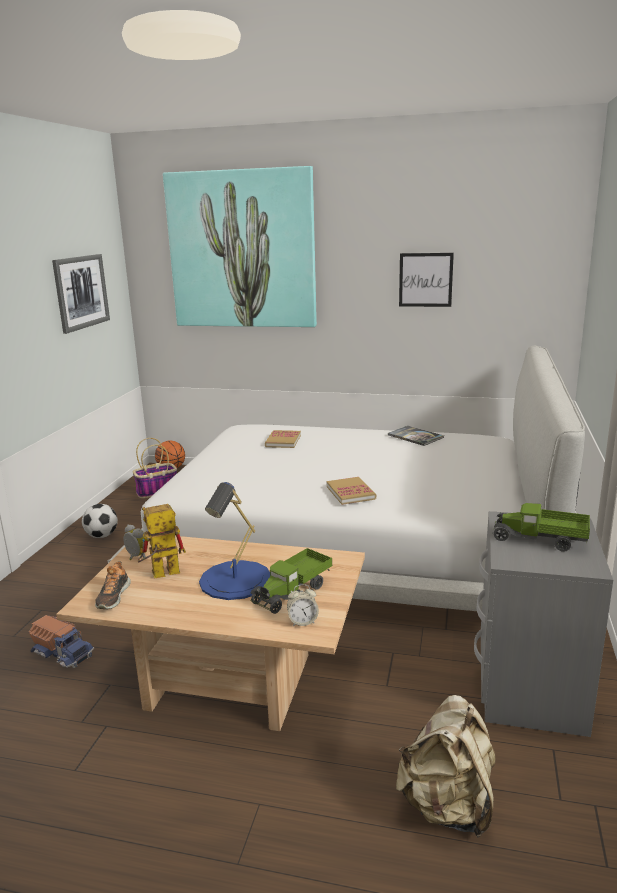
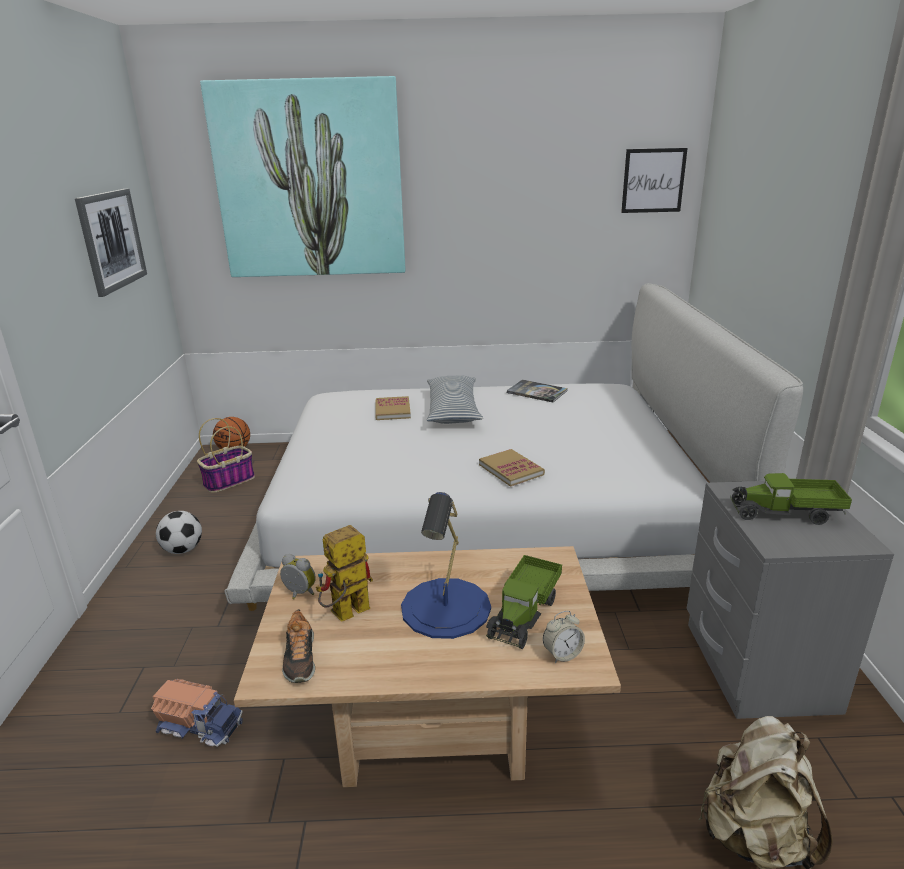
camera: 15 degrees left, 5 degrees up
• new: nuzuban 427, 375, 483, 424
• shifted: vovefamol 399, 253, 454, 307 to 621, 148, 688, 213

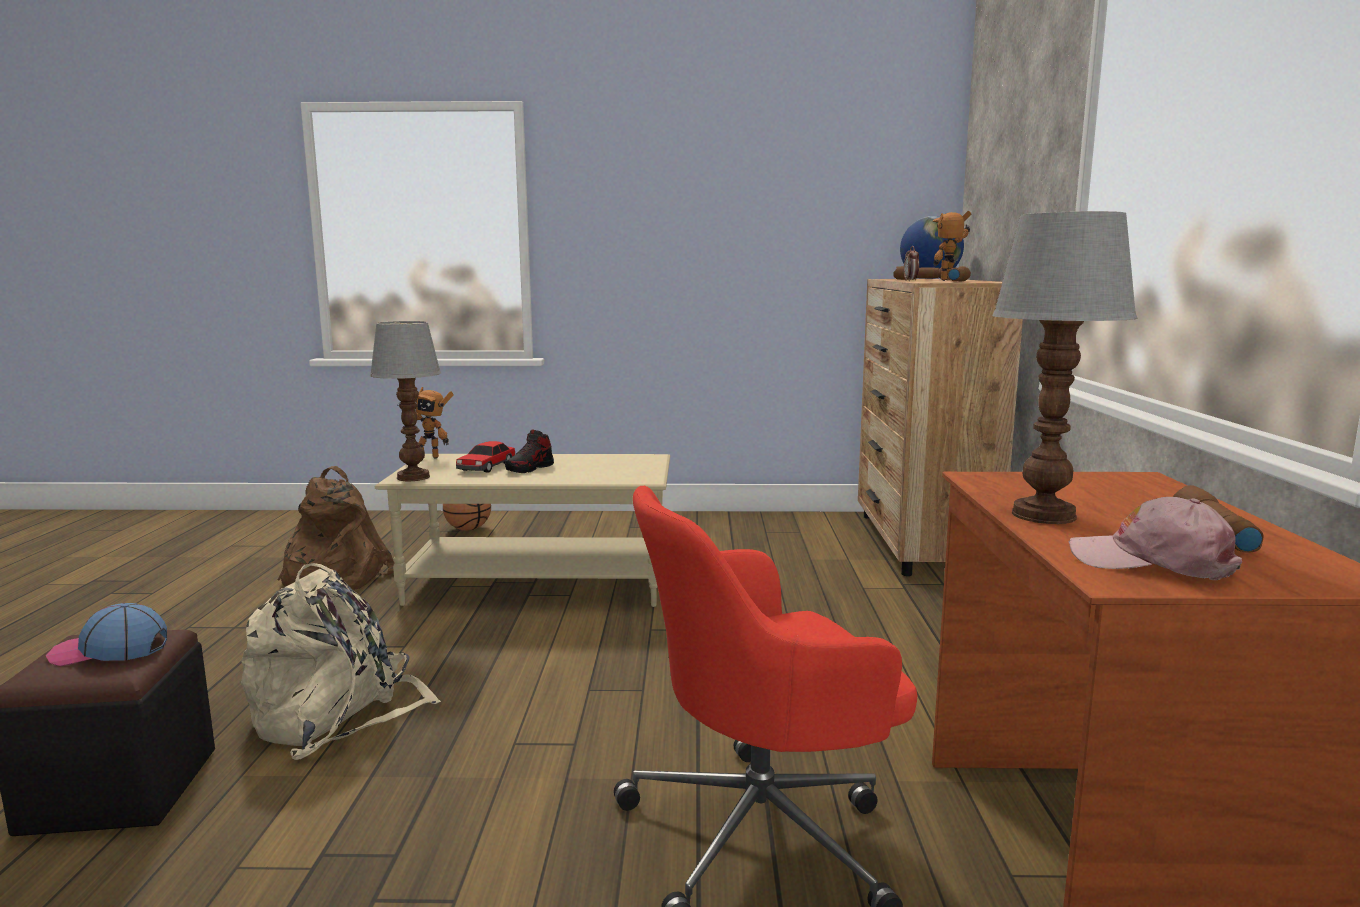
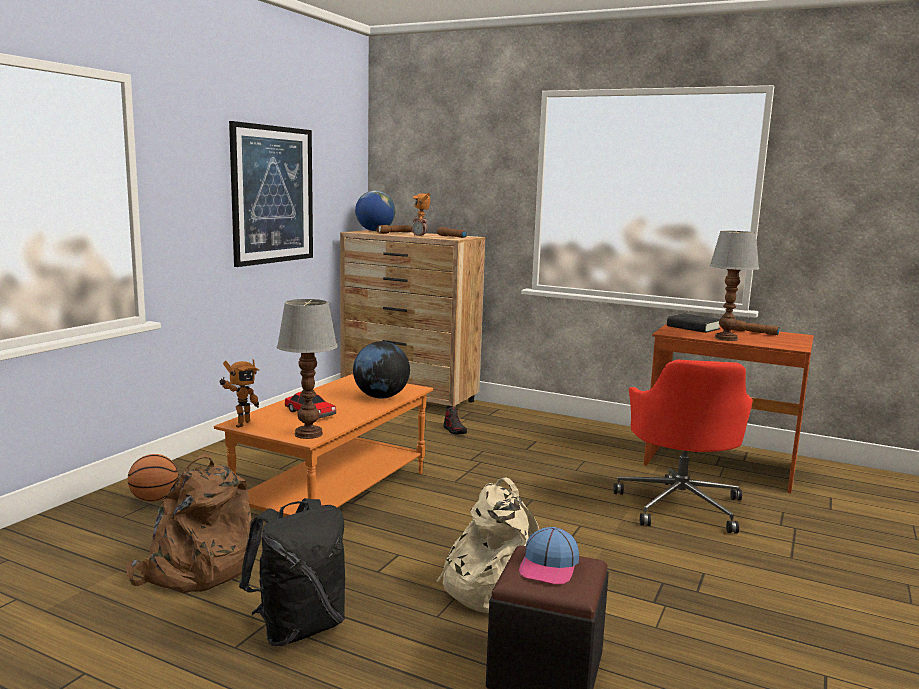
camera: 65 degrees left, 0 degrees up
• repainted: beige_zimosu 375, 454, 670, 607 to orange_zimosu 214, 374, 433, 517
• new: vovefamol 229, 121, 313, 267
• new: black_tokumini 239, 498, 345, 646
• new: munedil 353, 341, 410, 399
• shifted: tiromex 505, 429, 554, 473 to 443, 407, 467, 435
• new: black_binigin 667, 313, 720, 333
• gone: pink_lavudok 1069, 497, 1242, 580

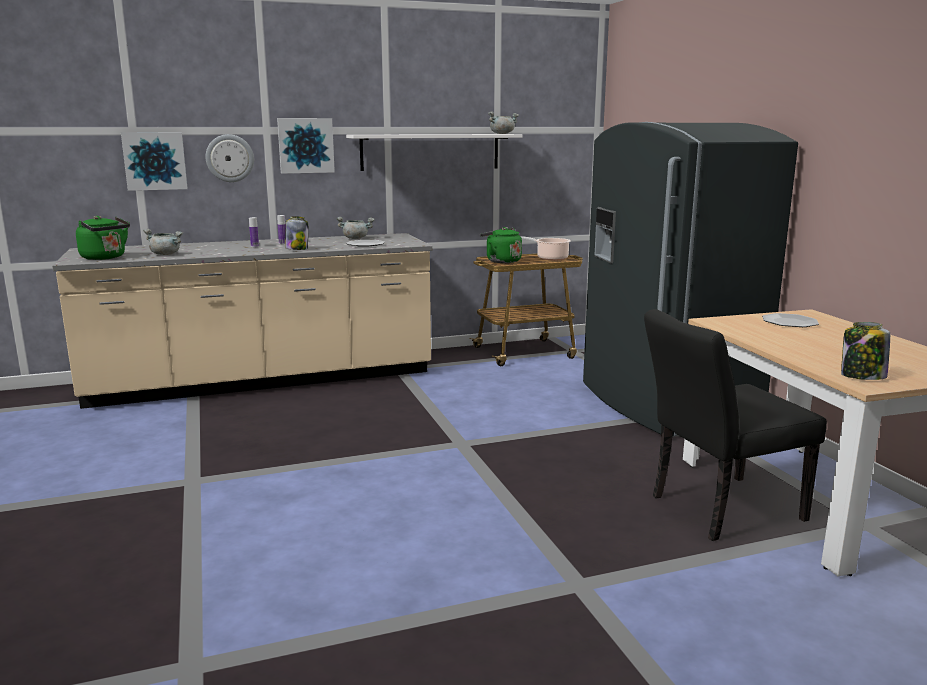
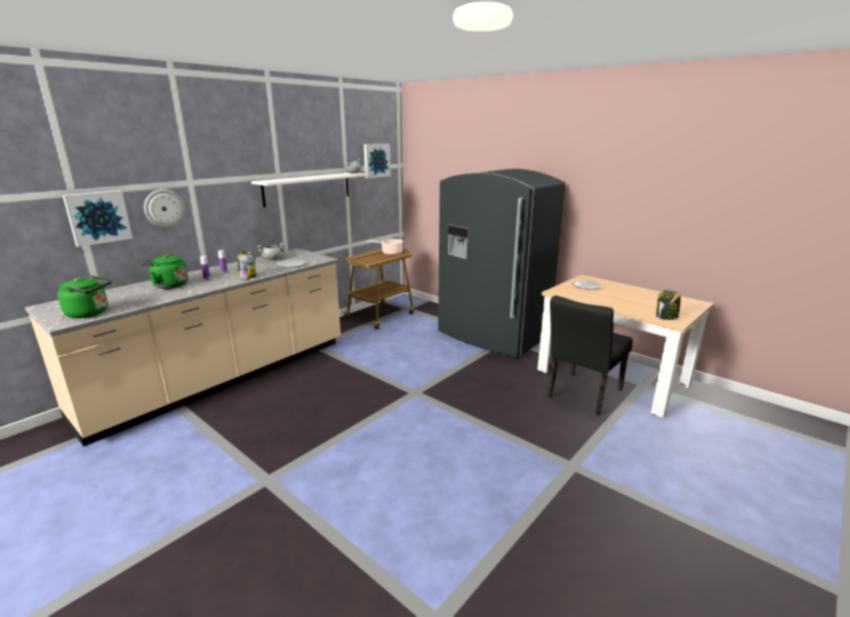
camera: 30 degrees left, 5 degrees up
• shifted: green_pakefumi 480, 227, 522, 263 to 140, 253, 188, 289
• shifted: vovefamol 277, 118, 335, 174 to 364, 143, 391, 179
• gone: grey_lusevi 143, 229, 183, 255

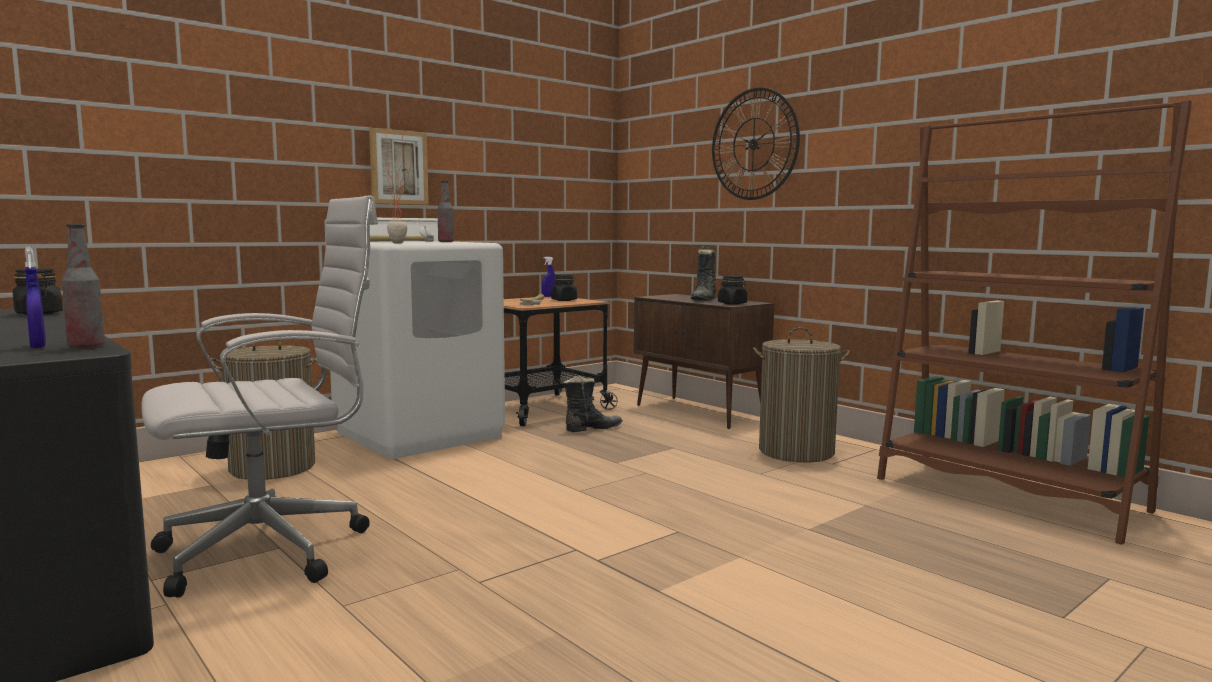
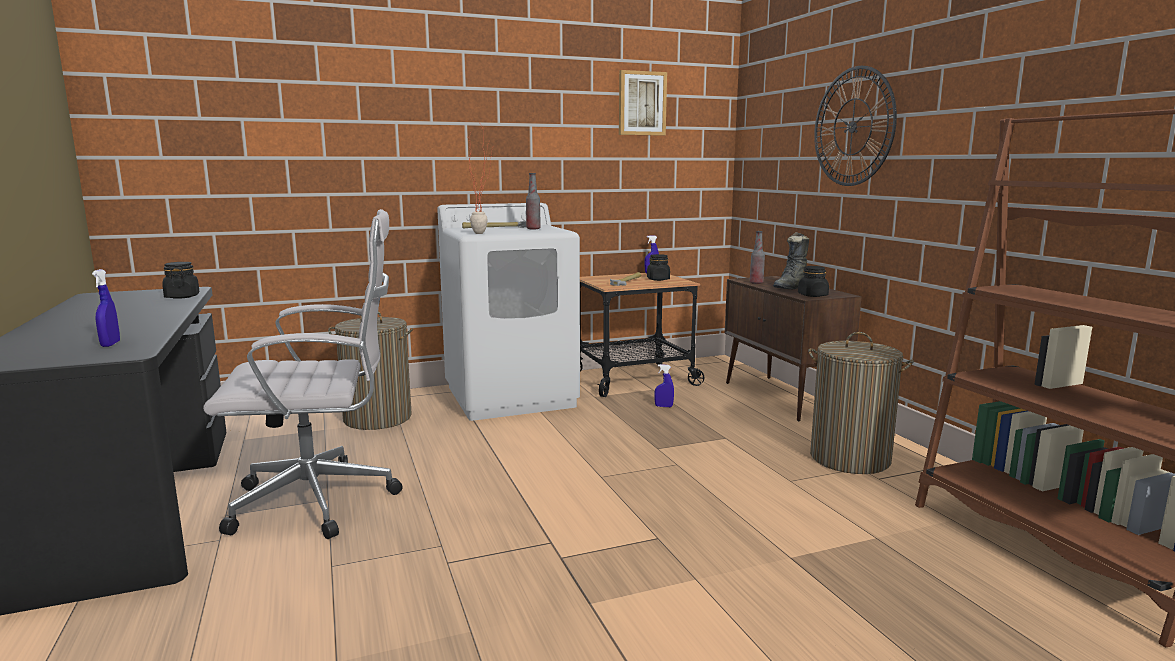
camera: 20 degrees right, 5 degrees up
• shifted: vovefamol 369, 128, 429, 205 to 619, 70, 667, 136
• swapped: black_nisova 564, 376, 623, 432 to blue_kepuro 654, 364, 674, 407
• shifted: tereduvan 62, 224, 105, 349 to 750, 231, 765, 284

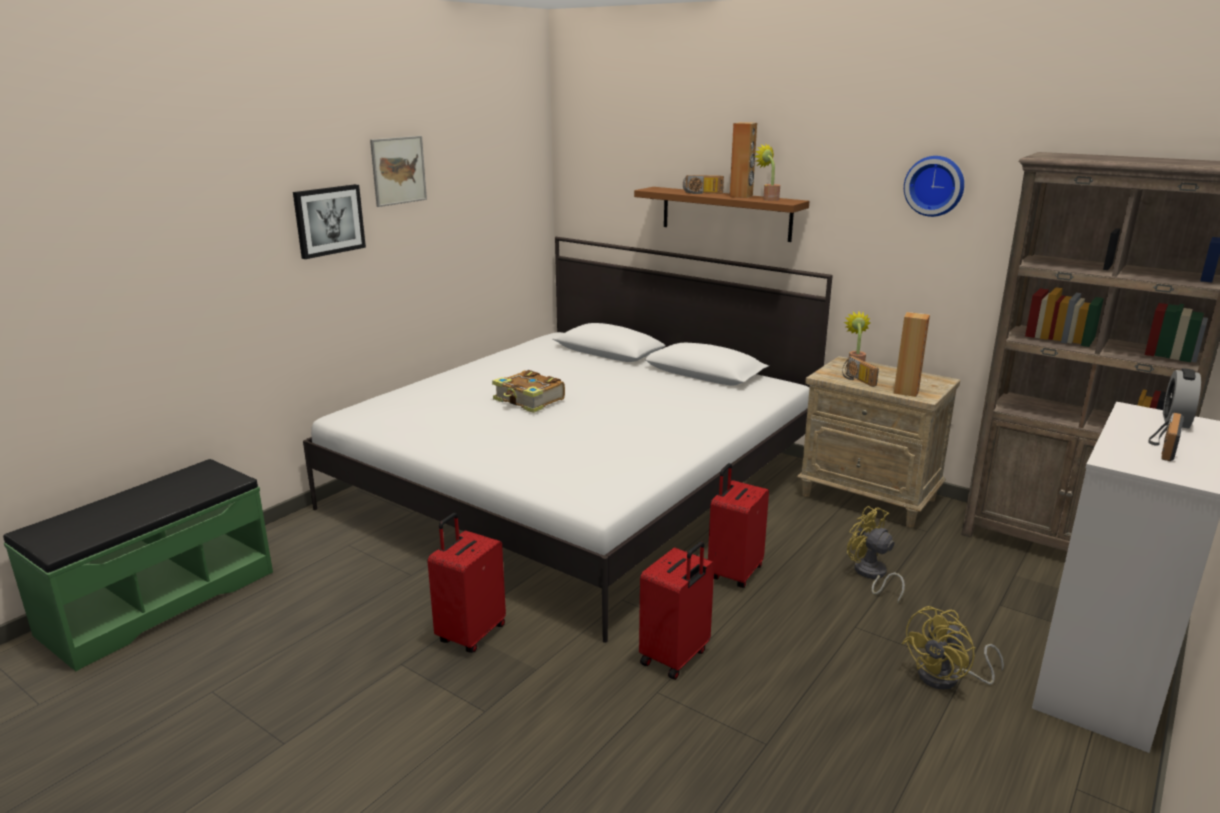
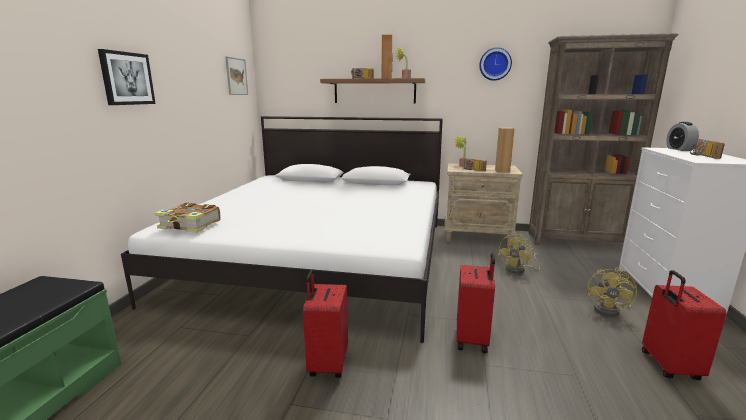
camera: 25 degrees left, 5 degrees down
• shifted: binigin 492, 370, 565, 413 to 155, 203, 221, 233
• shifted: vovefamol 370, 136, 427, 207 to 225, 56, 248, 95
• rotated: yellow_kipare 847, 506, 905, 604 = 498, 234, 543, 274 75 degrees counterclockwise
• shifted: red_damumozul 708, 463, 769, 588 to 642, 270, 727, 380

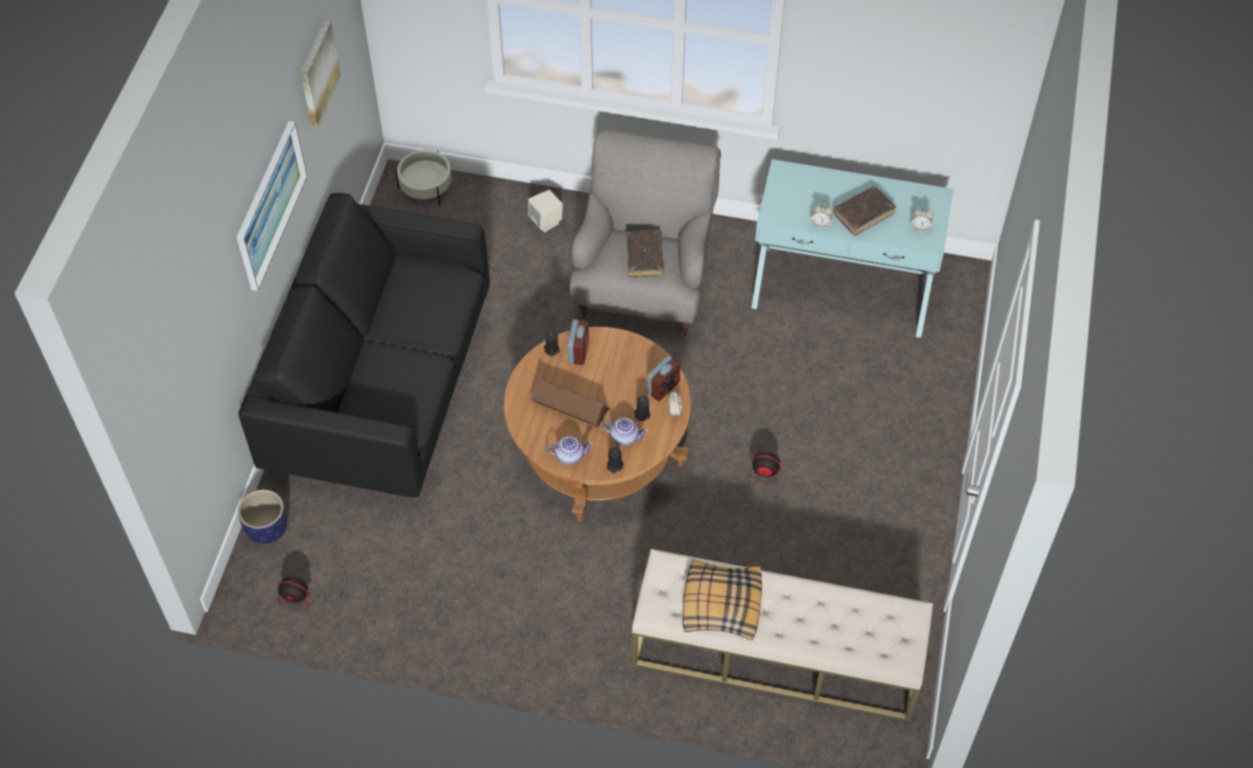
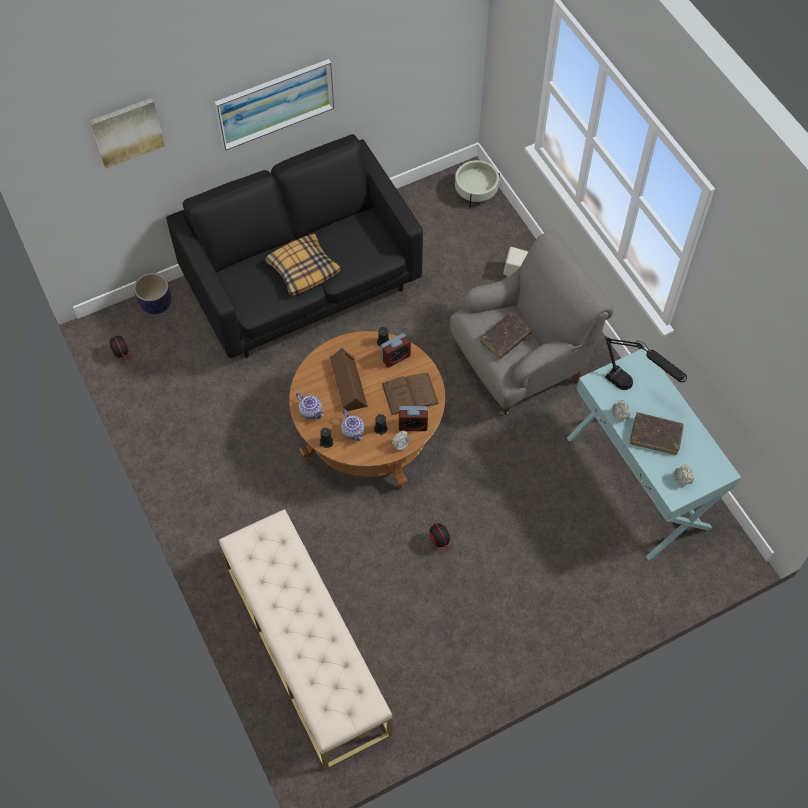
camera: 50 degrees right, 5 degrees up
• shifted: vovefamol 300, 20, 341, 127 to 90, 98, 165, 168
• shifted: nuzuban 683, 559, 762, 640 to 265, 233, 340, 296
• new: brown_binigin 382, 373, 439, 415
• new: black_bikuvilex 605, 336, 687, 390

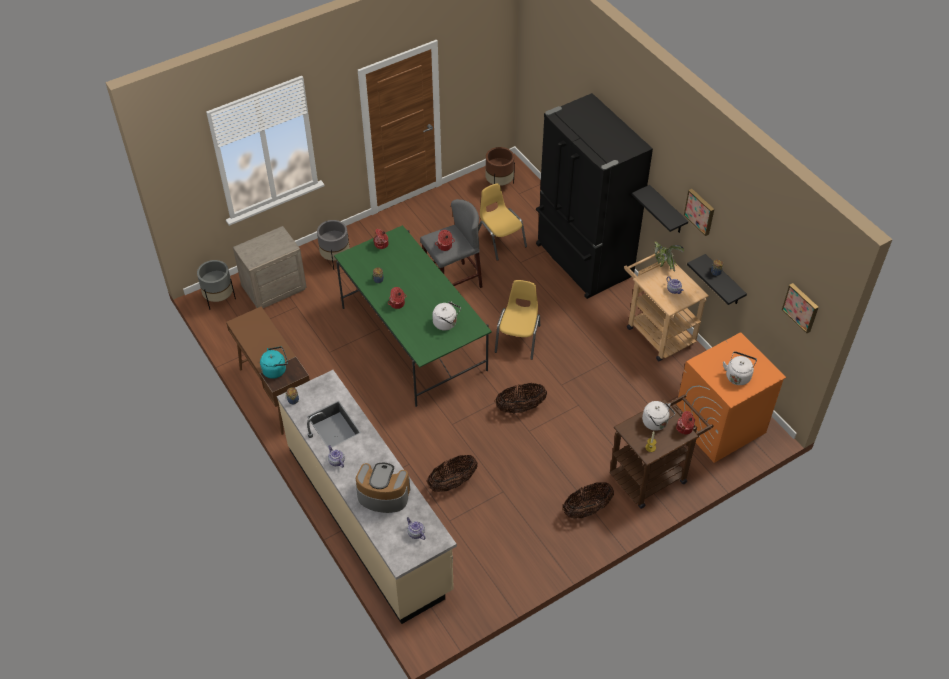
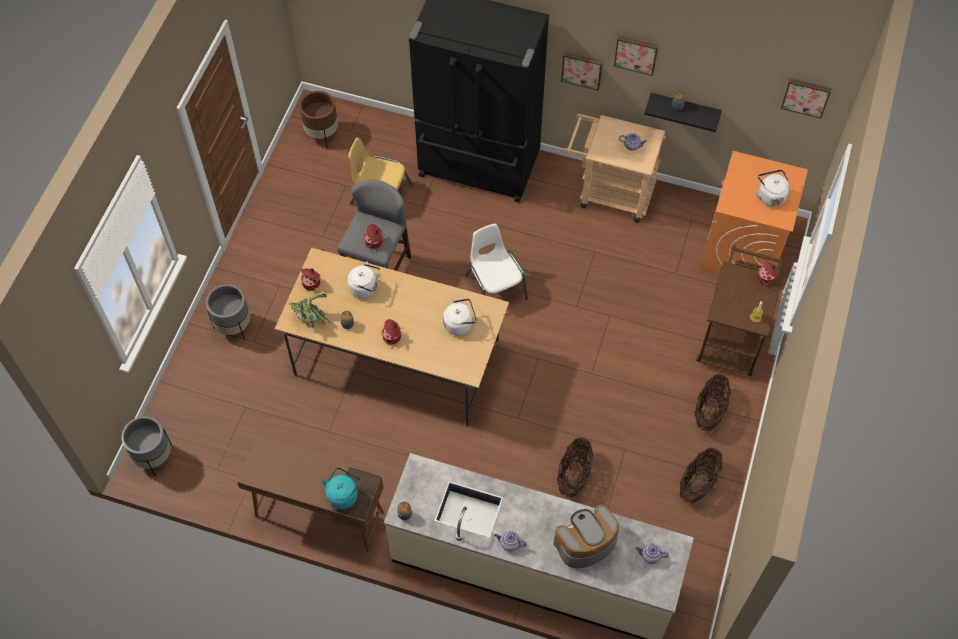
camera: 40 degrees left, 10 degrees up
• repainted: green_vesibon 334, 225, 492, 407 to beige_vesibon 275, 247, 509, 426
• shifted: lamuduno 653, 242, 684, 272 to 289, 293, 331, 328
• shifted: white_pakefumi 642, 401, 675, 431 to 347, 261, 380, 298
• repainted: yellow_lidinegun 495, 280, 540, 360 to white_lidinegun 465, 224, 528, 301
• swapped: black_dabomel 632, 185, 688, 233 to vovefamol 561, 52, 603, 90
• shifted: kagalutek 495, 383, 547, 413 to 680, 447, 722, 504
• gone: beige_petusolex 233, 226, 307, 308

